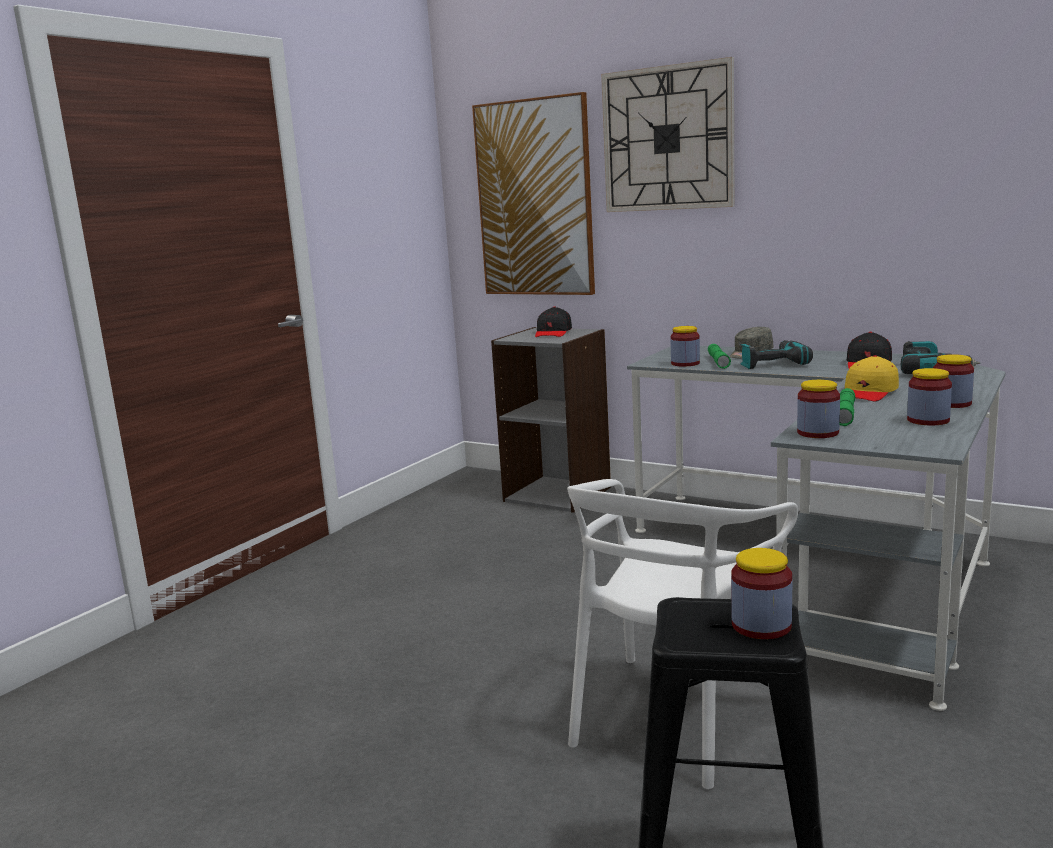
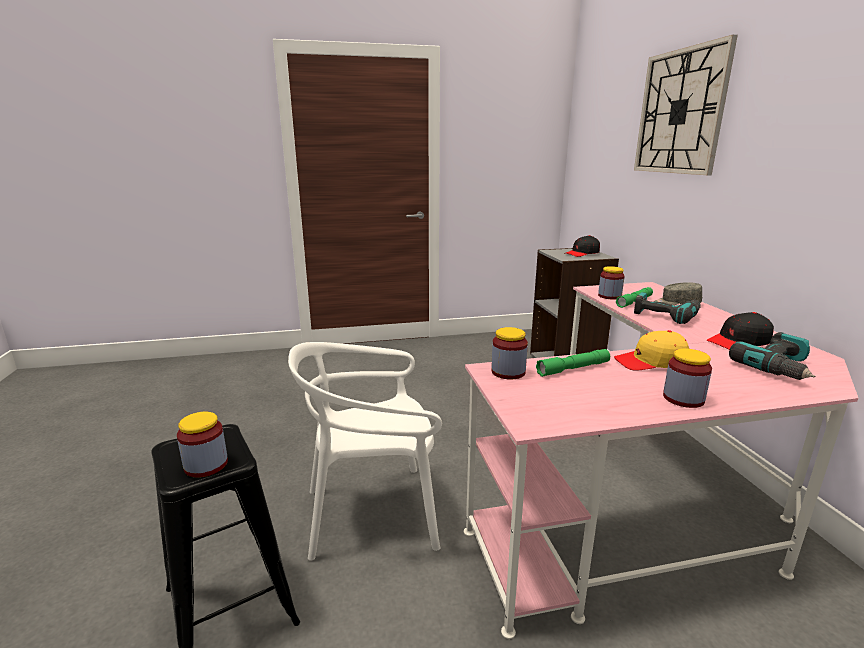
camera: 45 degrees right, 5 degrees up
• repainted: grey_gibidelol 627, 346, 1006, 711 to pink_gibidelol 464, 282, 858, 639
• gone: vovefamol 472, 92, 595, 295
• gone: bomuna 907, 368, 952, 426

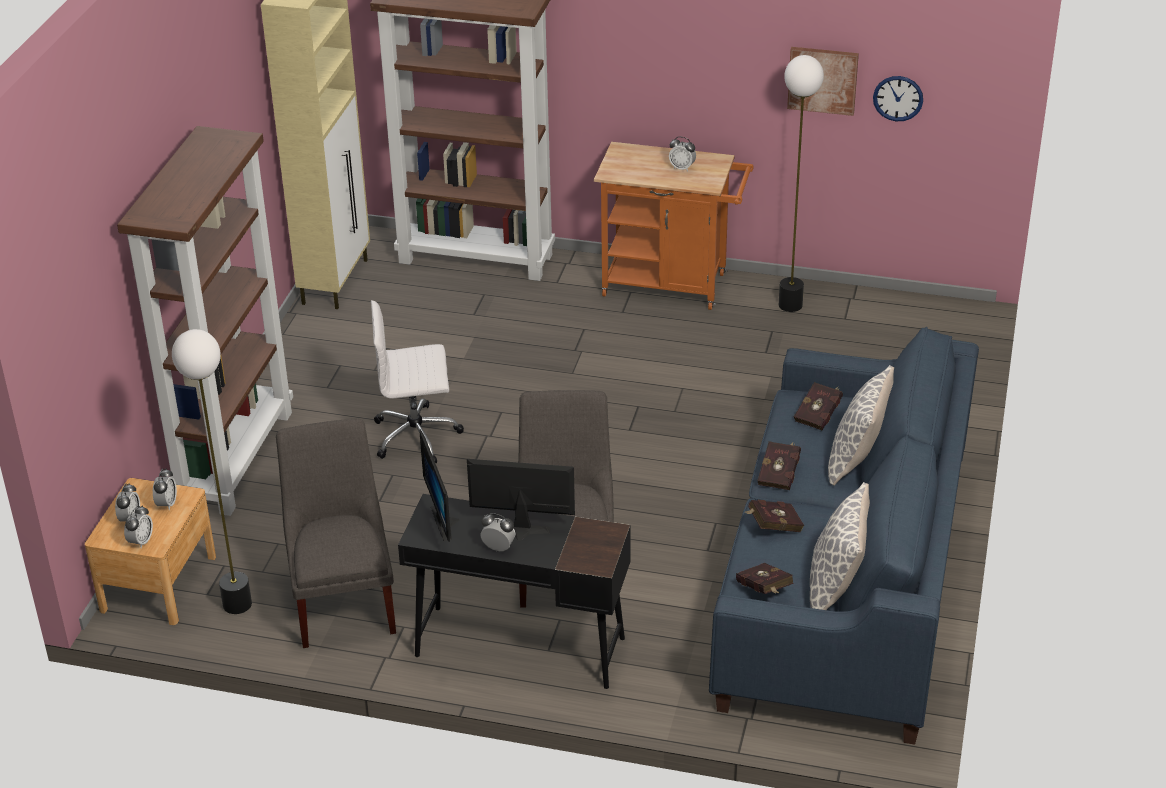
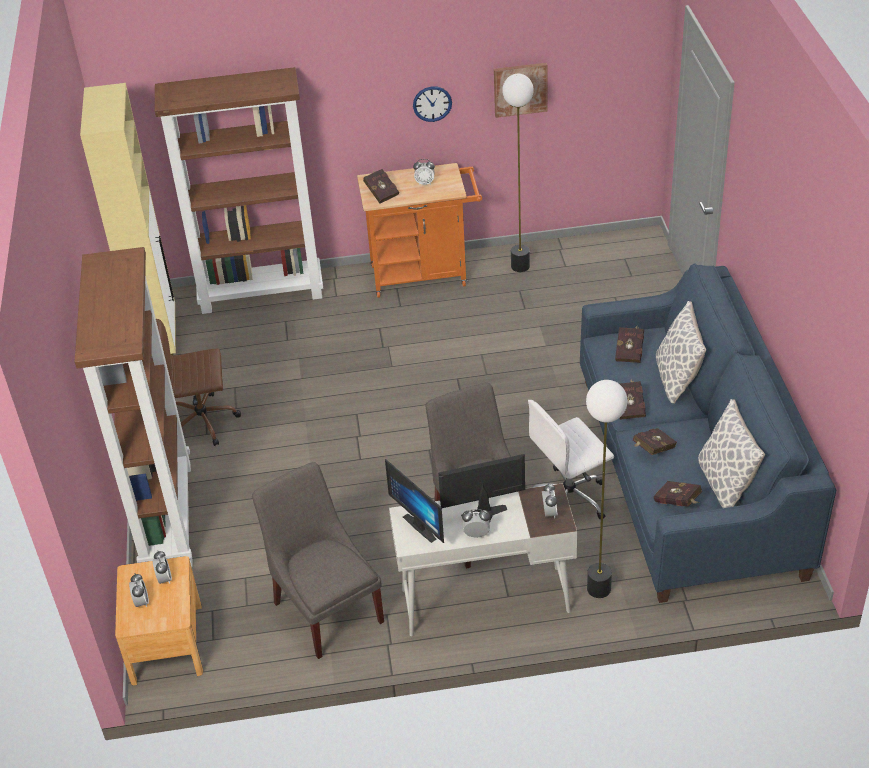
camera: 20 degrees left, 5 degrees up
• new: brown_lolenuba 156, 319, 241, 446
• new: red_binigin 363, 169, 399, 203
• repainted: black_gibidelol 398, 494, 631, 689 to white_gibidelol 389, 483, 577, 636
• shifted: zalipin 873, 76, 923, 121 to 413, 86, 452, 122
• shifted: white_lolenuba 371, 300, 464, 463 to 528, 400, 614, 520
• shifted: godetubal 124, 505, 153, 548 to 542, 483, 558, 518
• shifted: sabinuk 172, 329, 252, 614 to 586, 380, 627, 598

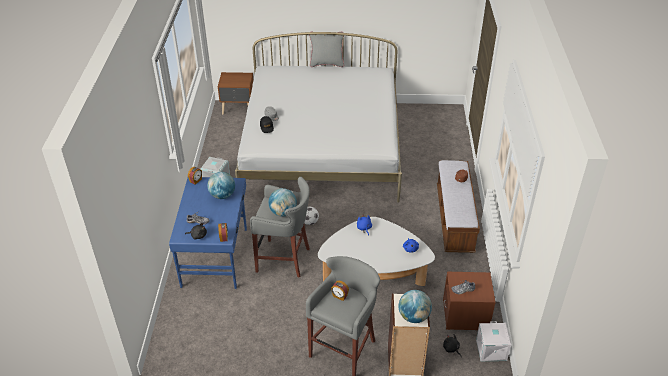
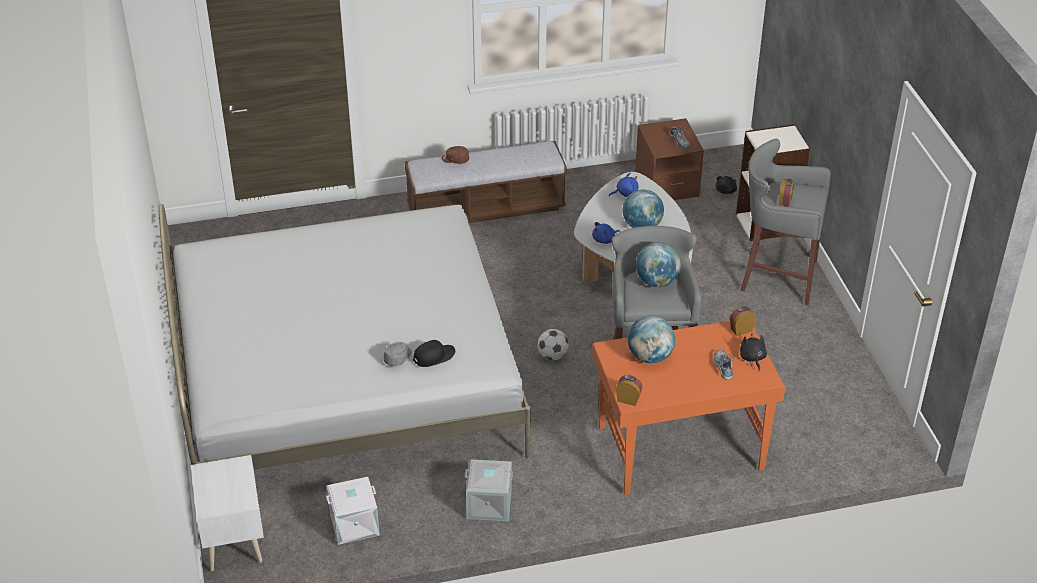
camera: 105 degrees left, 0 degrees up
• repainted: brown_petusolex 218, 72, 253, 114 to white_petusolex 191, 455, 264, 571
• shifted: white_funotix 476, 321, 511, 361 to 326, 477, 380, 545
• repainted: blue_gibidelol 169, 177, 247, 289 to orange_gibidelol 592, 321, 785, 495
• shifted: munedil 399, 290, 432, 323 to 623, 189, 664, 228
• gone: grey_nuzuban 309, 32, 344, 67

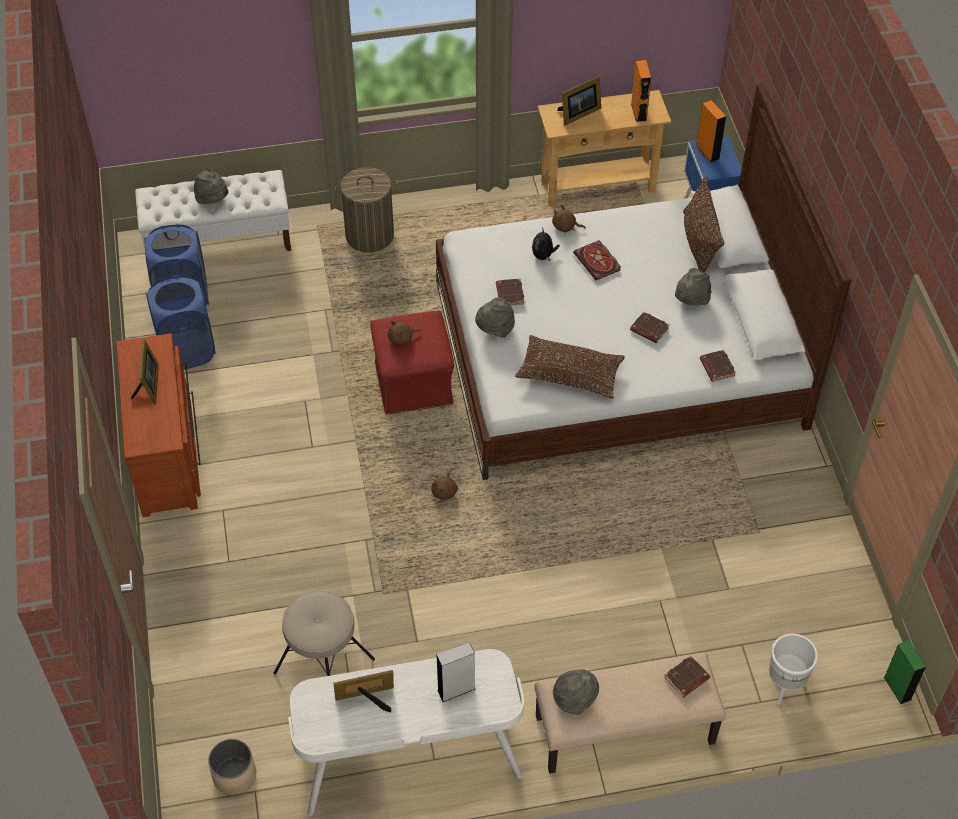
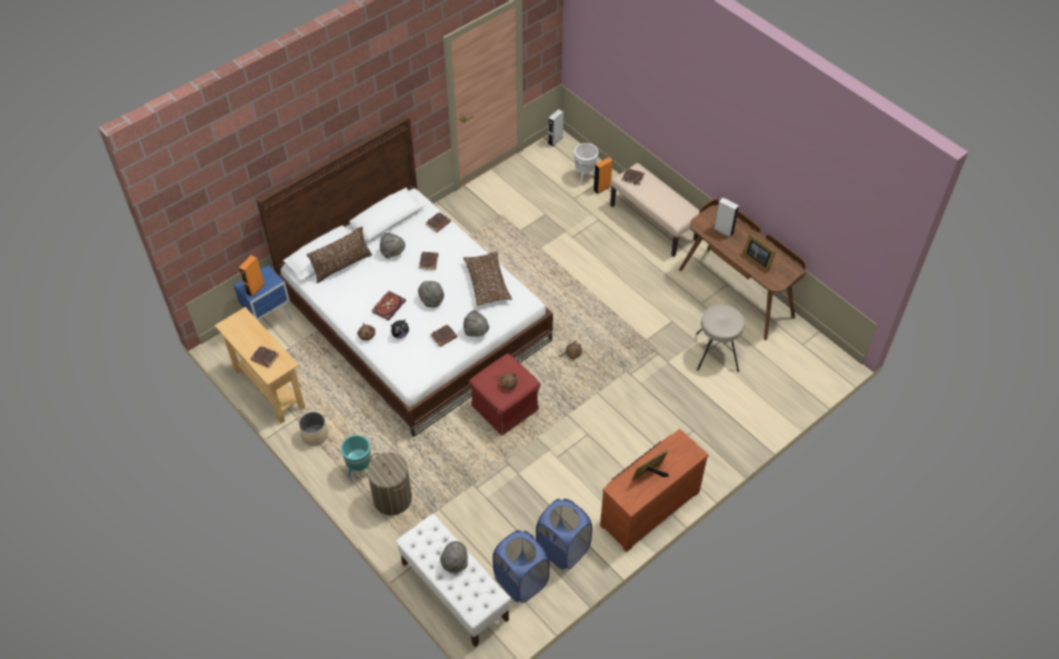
camera: 120 degrees left, 0 degrees up
• swapped: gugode 558, 76, 601, 125 to brown_binigin 251, 346, 279, 368
• shifted: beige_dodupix 208, 739, 256, 795 to 299, 412, 328, 446
• new: turquoise_dodupix 341, 435, 371, 477
• shifted: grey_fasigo 553, 670, 599, 715 to 418, 281, 444, 307
• repainted: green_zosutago 884, 640, 926, 704 to grey_zosutago 548, 109, 564, 147
• shifted: orange_zosutago 631, 60, 651, 122 to 593, 157, 613, 194
• repainted: white_gibidelol 288, 649, 524, 817 to brown_gibidelol 679, 199, 807, 340

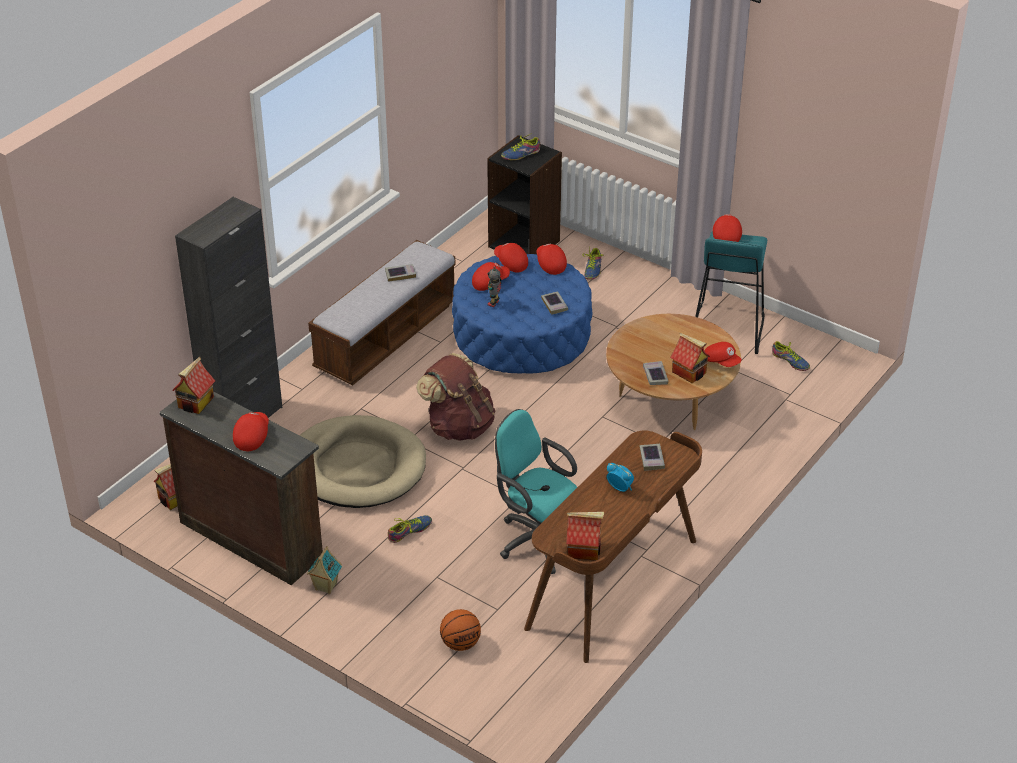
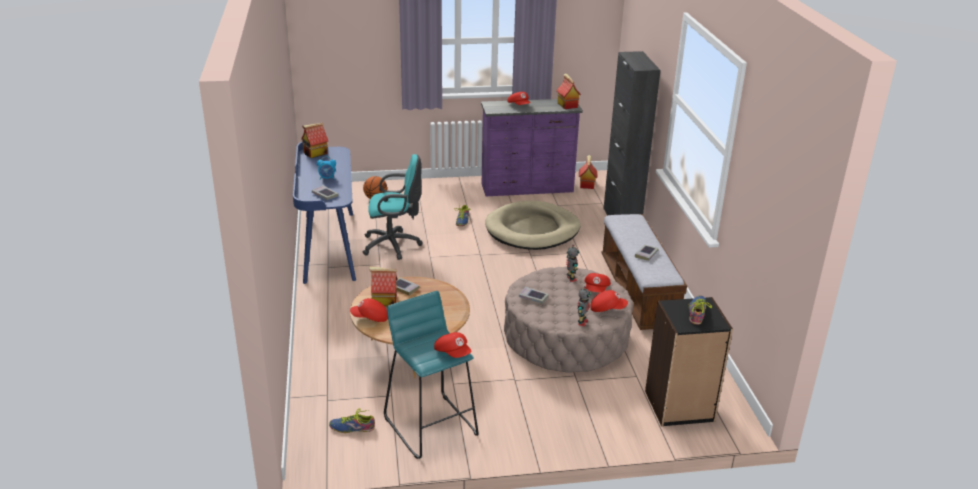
camera: 135 degrees right, 10 degrees down
• repainted: brown_gibidelol 524, 430, 702, 663 to blue_gibidelol 293, 142, 356, 284
• repainted: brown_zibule 159, 391, 323, 585 to purple_zibule 481, 99, 583, 197
• repainted: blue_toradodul 452, 254, 592, 374 to beige_toradodul 504, 267, 633, 373
• swapped: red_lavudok 536, 244, 567, 275 to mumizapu 577, 286, 591, 327
• gone: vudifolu 307, 546, 342, 594
• gone: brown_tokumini 416, 353, 495, 441
• gone: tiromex 583, 248, 603, 280

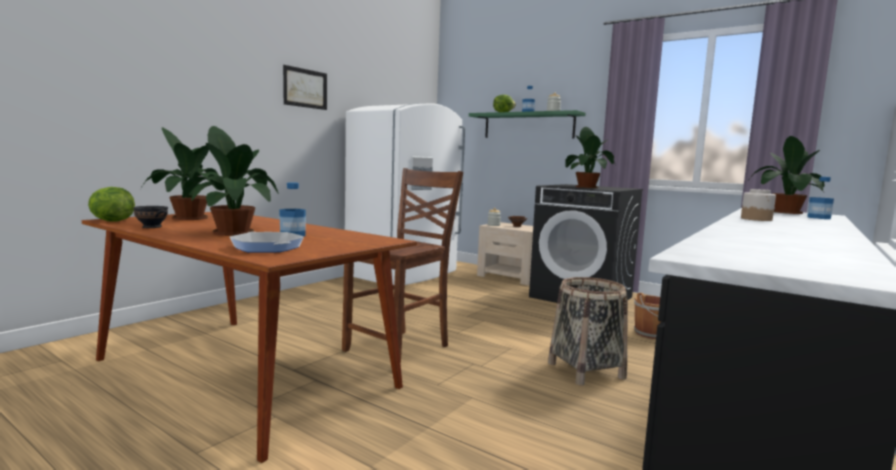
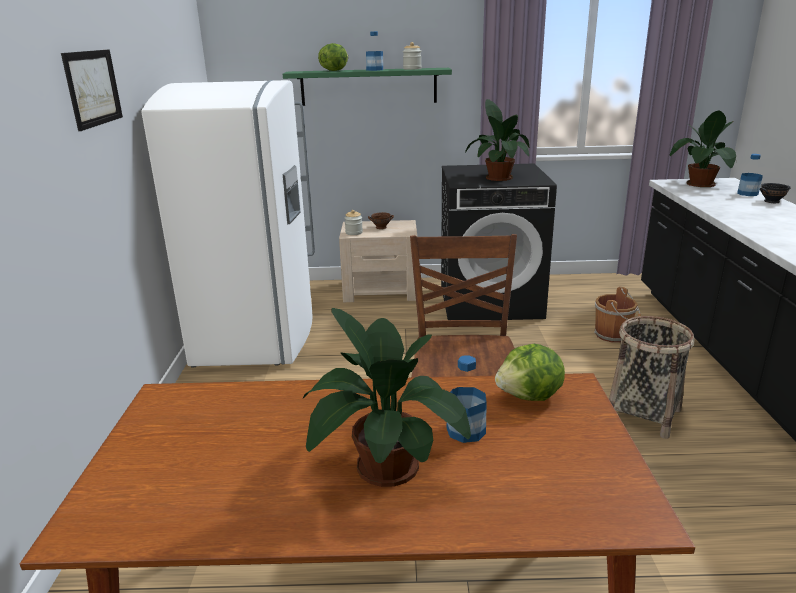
camera: 35 degrees left, 15 degrees up
• shifted: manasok 88, 187, 135, 222 to 495, 344, 565, 401
• shifted: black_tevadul 133, 206, 168, 228 to 760, 183, 791, 203
• gone: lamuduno 139, 127, 219, 220
• gone: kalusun 230, 232, 304, 253
• gone: bomuna 741, 189, 776, 221

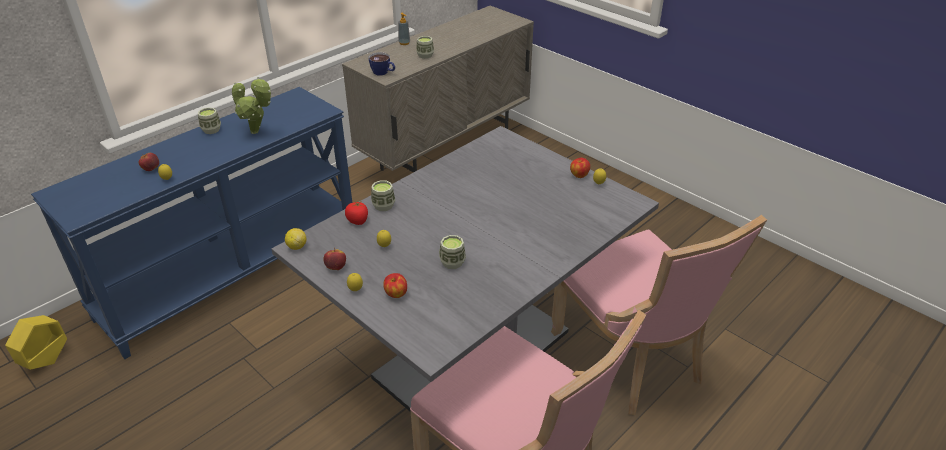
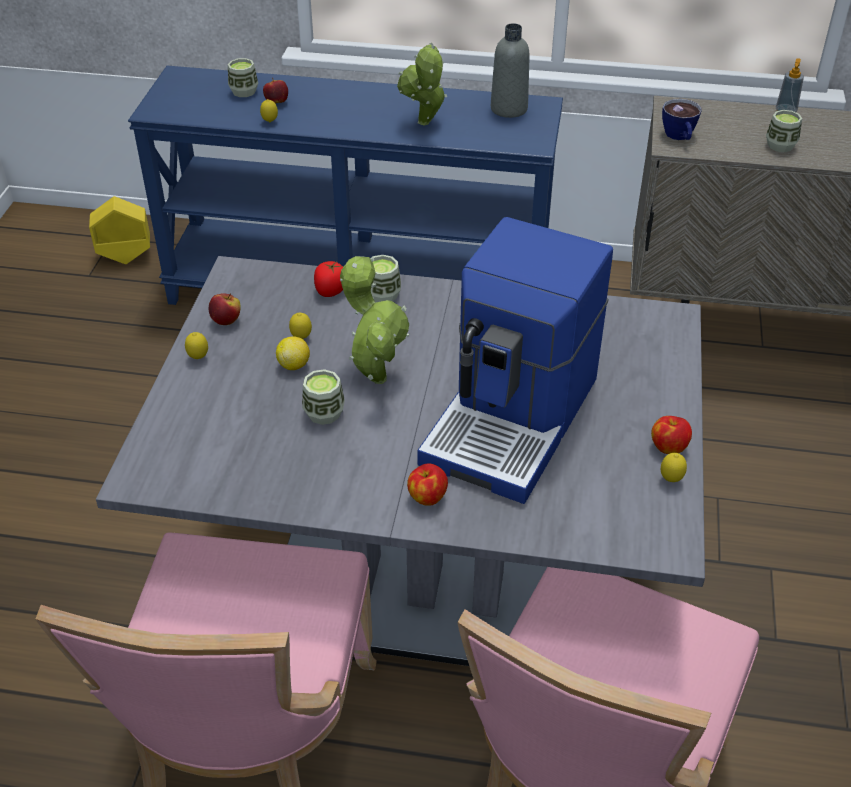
camera: 55 degrees right, 5 degrees up
• shifted: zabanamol 198, 108, 221, 134 to 228, 58, 258, 97
• shifted: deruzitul 285, 228, 307, 250 to 276, 336, 310, 370
• new: lamuduno 340, 256, 409, 384
• shifted: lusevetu 383, 273, 407, 298 to 407, 463, 448, 506
• new: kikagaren 418, 217, 613, 504
• new: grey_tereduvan 491, 23, 530, 118

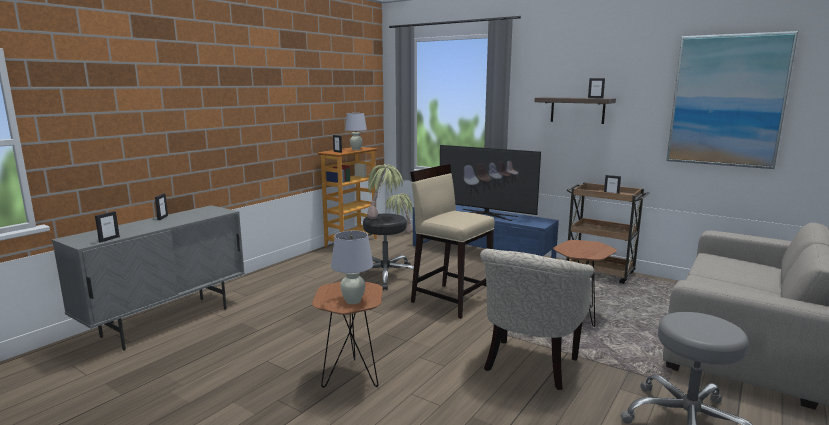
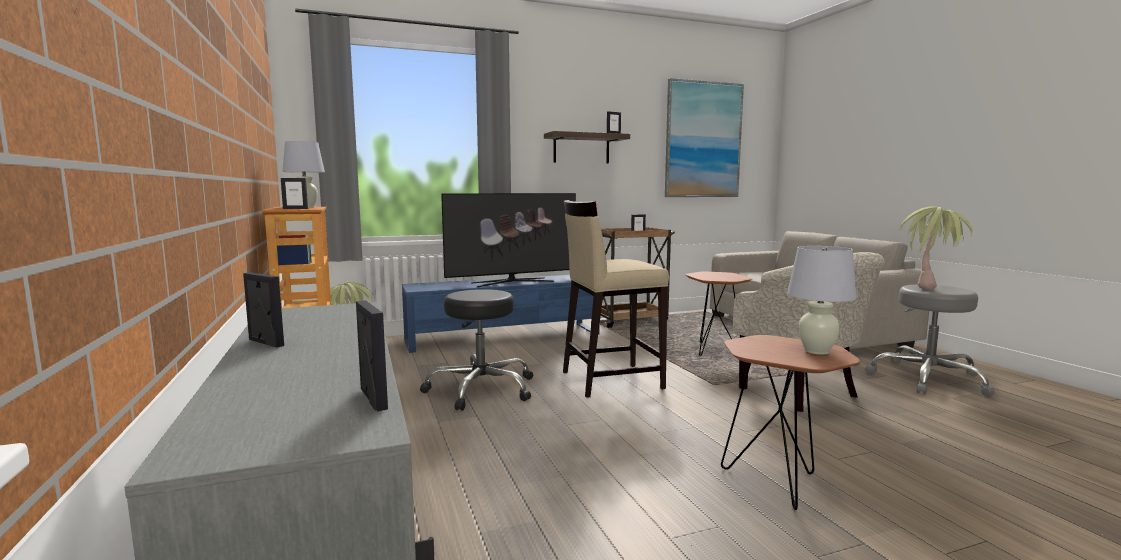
camera: 55 degrees left, 5 degrees down
• shifted: lamuduno 367, 164, 403, 219 to 899, 207, 972, 290

